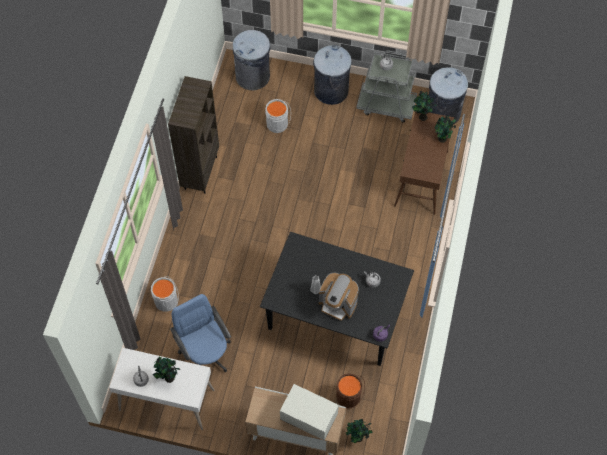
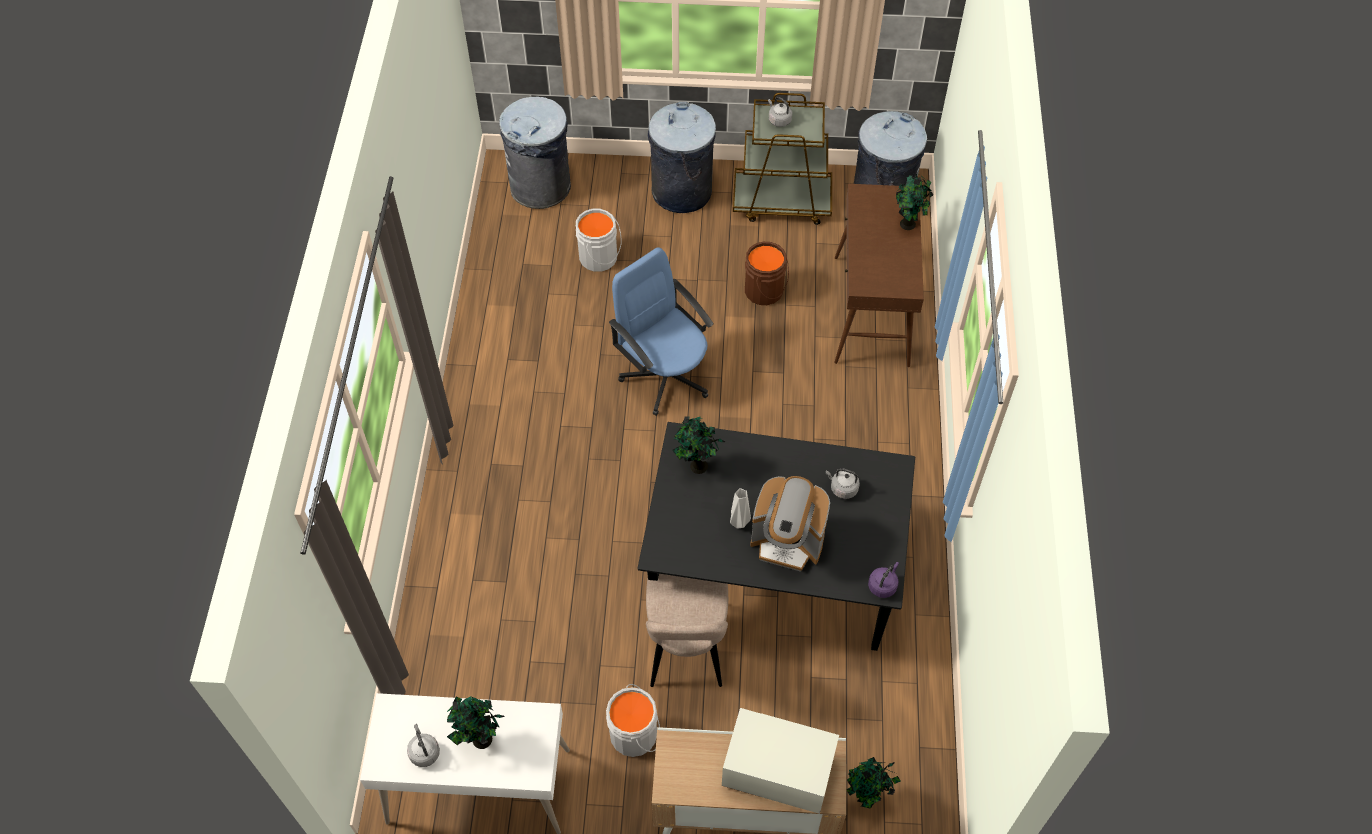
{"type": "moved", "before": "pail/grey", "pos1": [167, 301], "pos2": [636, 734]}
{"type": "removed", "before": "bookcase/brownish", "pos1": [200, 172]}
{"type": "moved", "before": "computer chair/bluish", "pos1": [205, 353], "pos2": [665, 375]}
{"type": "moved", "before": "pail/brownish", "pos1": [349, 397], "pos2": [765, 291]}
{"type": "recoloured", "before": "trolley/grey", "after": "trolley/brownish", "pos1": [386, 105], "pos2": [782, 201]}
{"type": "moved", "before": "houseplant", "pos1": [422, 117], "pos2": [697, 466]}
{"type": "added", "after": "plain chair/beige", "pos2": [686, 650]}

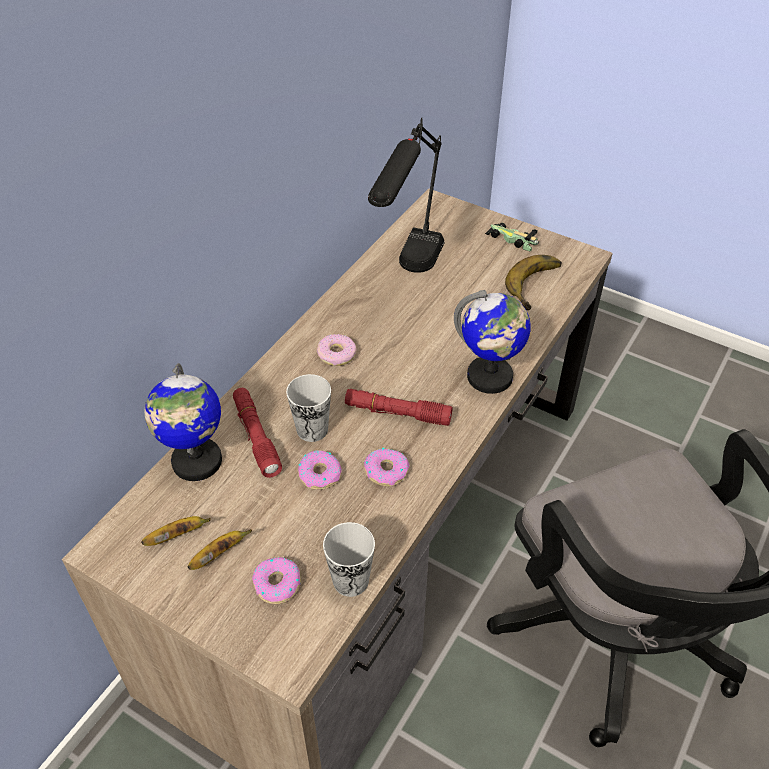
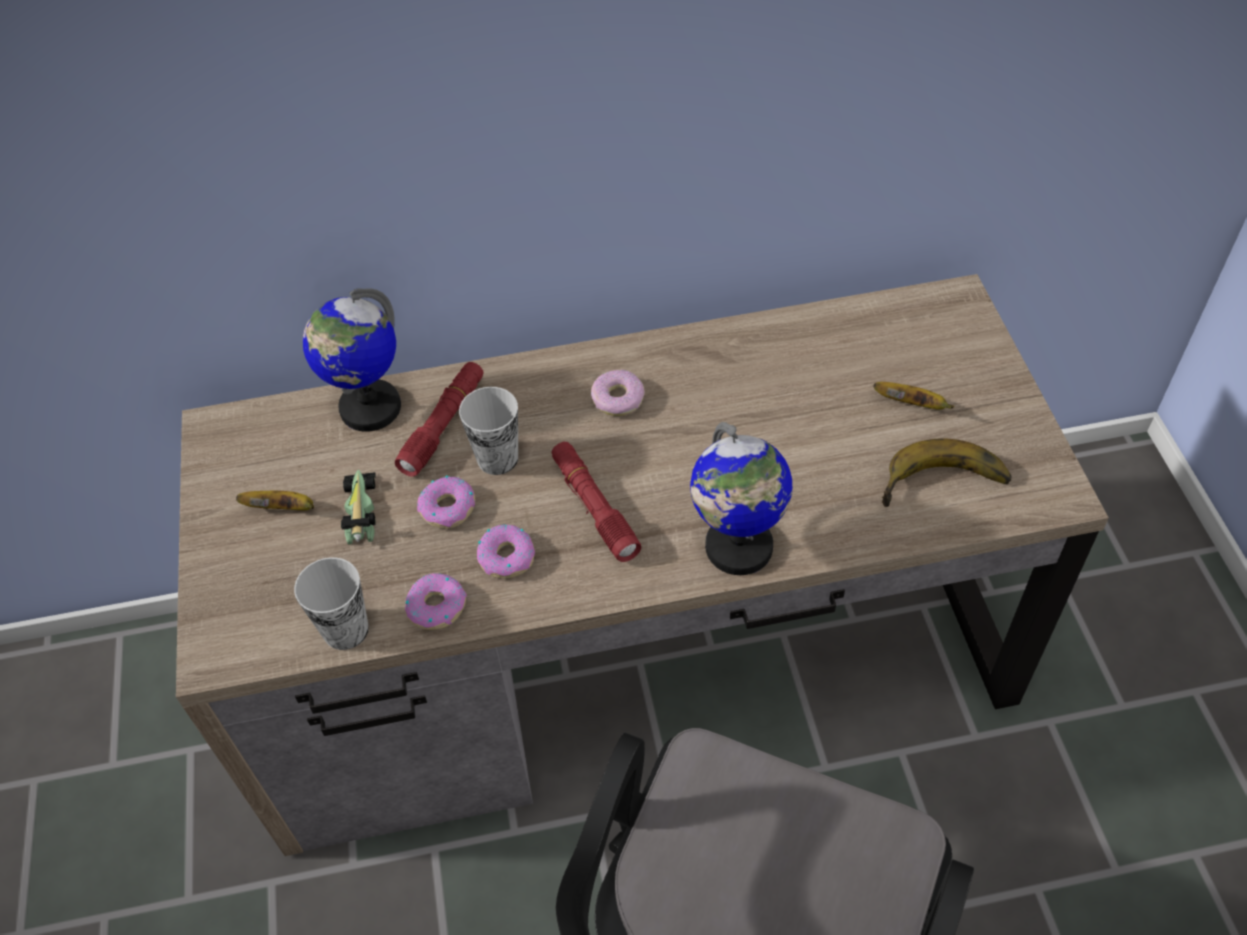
{"type": "moved", "before": "banana fruit", "pos1": [177, 536], "pos2": [911, 404]}
{"type": "moved", "before": "doughnut", "pos1": [277, 584], "pos2": [436, 606]}
{"type": "removed", "before": "table lamp/blackish", "pos1": [409, 277]}
{"type": "moved", "before": "model car", "pos1": [513, 239], "pos2": [360, 511]}

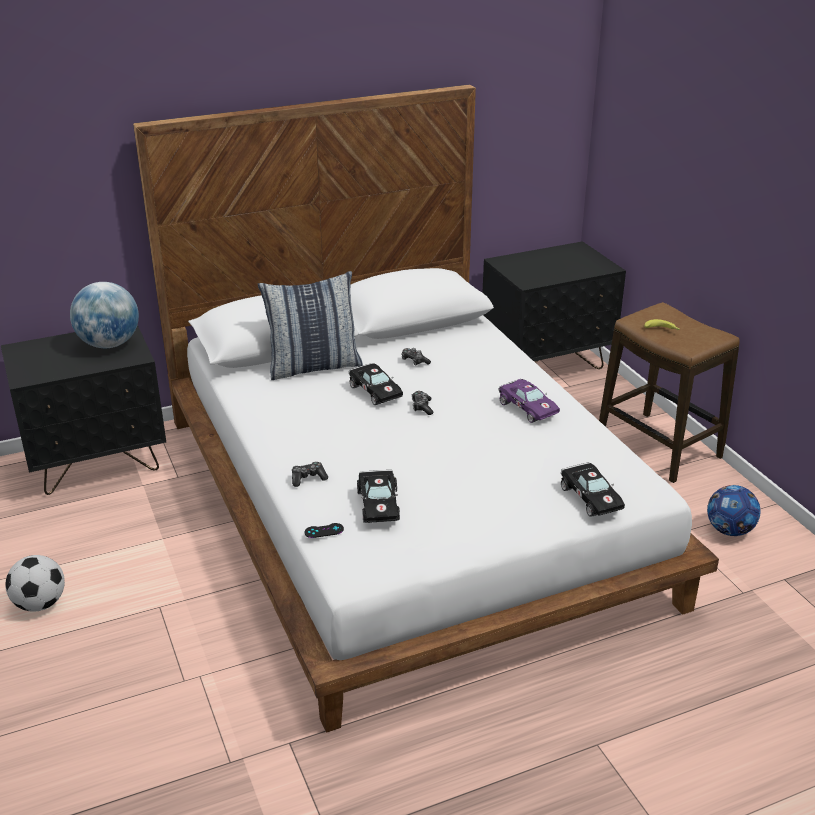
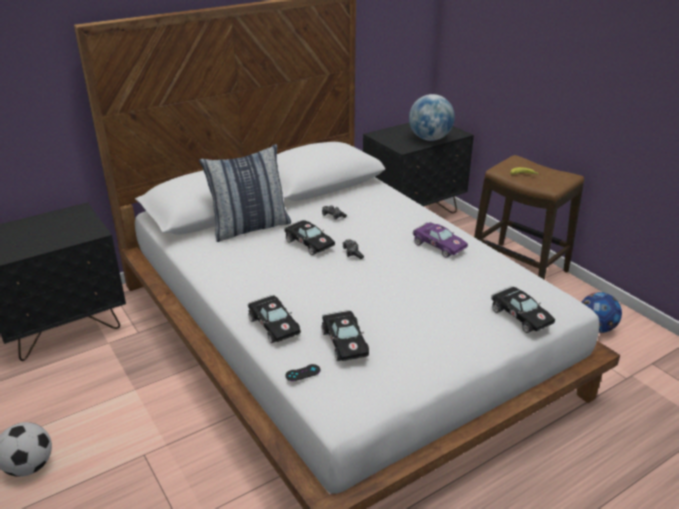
{"type": "moved", "before": "world globe", "pos1": [109, 344], "pos2": [430, 139]}
{"type": "replaced", "before": "game controller", "after": "model car/blackish", "pos1": [308, 478], "pos2": [273, 325]}

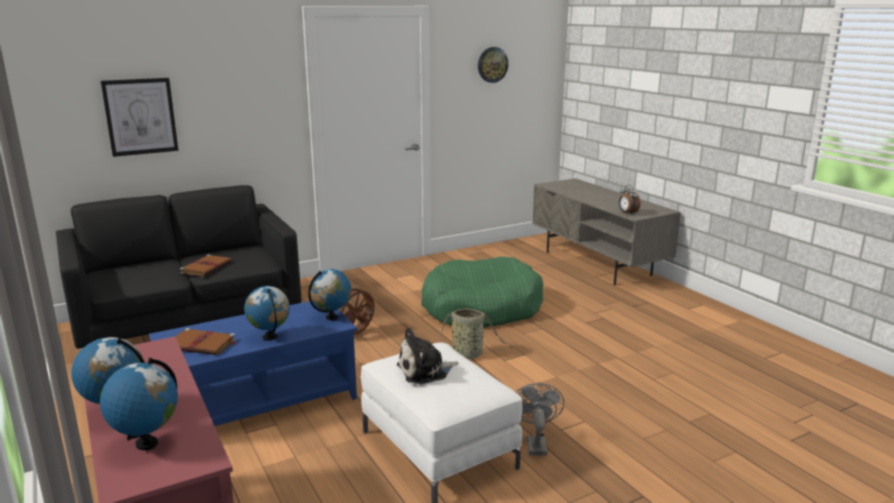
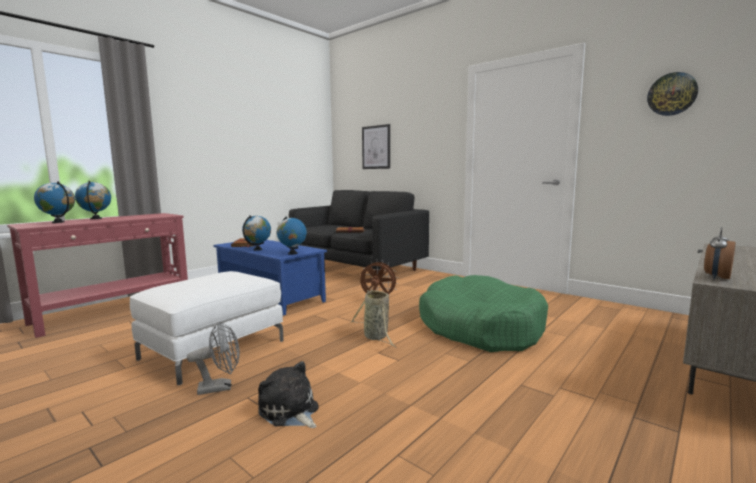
{"type": "moved", "before": "soft toy", "pos1": [425, 371], "pos2": [290, 411]}

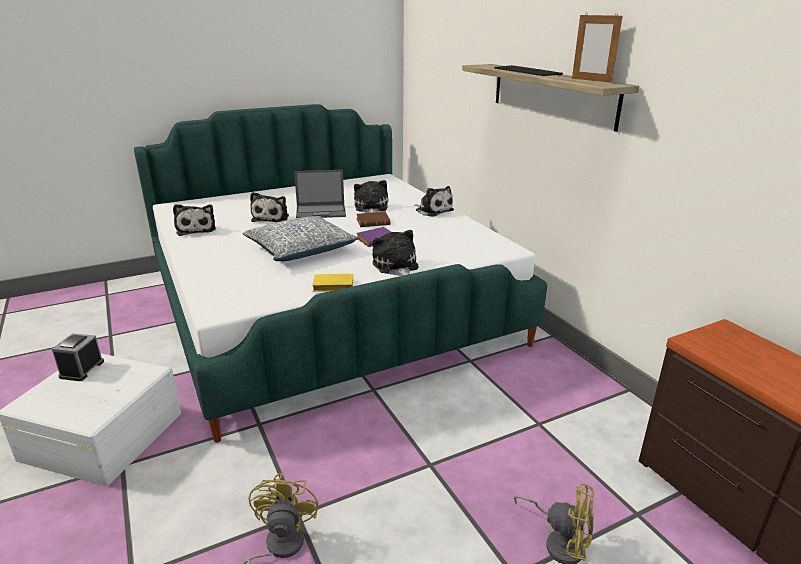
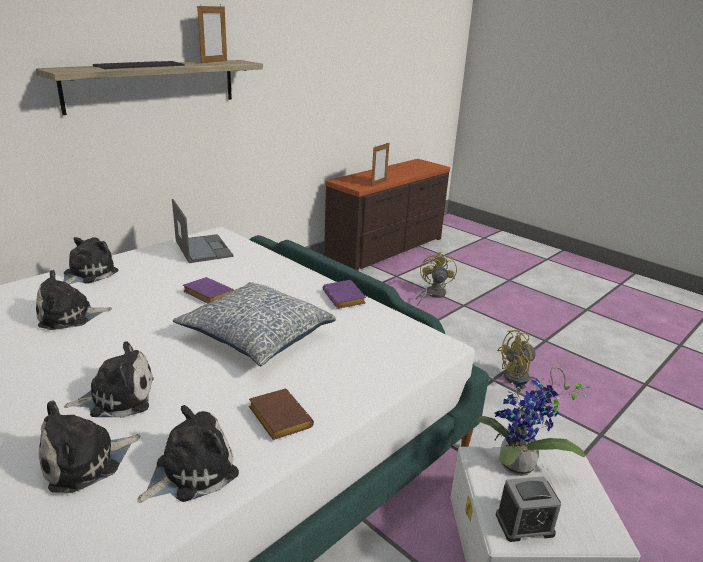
{"type": "moved", "before": "laptop", "pos1": [321, 211], "pos2": [203, 248]}
{"type": "recoloured", "before": "book/yellow", "after": "book/purple-coloured", "pos1": [332, 287], "pos2": [345, 298]}
{"type": "moved", "before": "book/brownish", "pos1": [374, 222], "pos2": [277, 418]}
{"type": "moved", "before": "soft toy", "pos1": [396, 266], "pos2": [86, 461]}
{"type": "added", "after": "picture frame", "pos2": [378, 183]}
{"type": "added", "after": "houseplant", "pos2": [517, 468]}

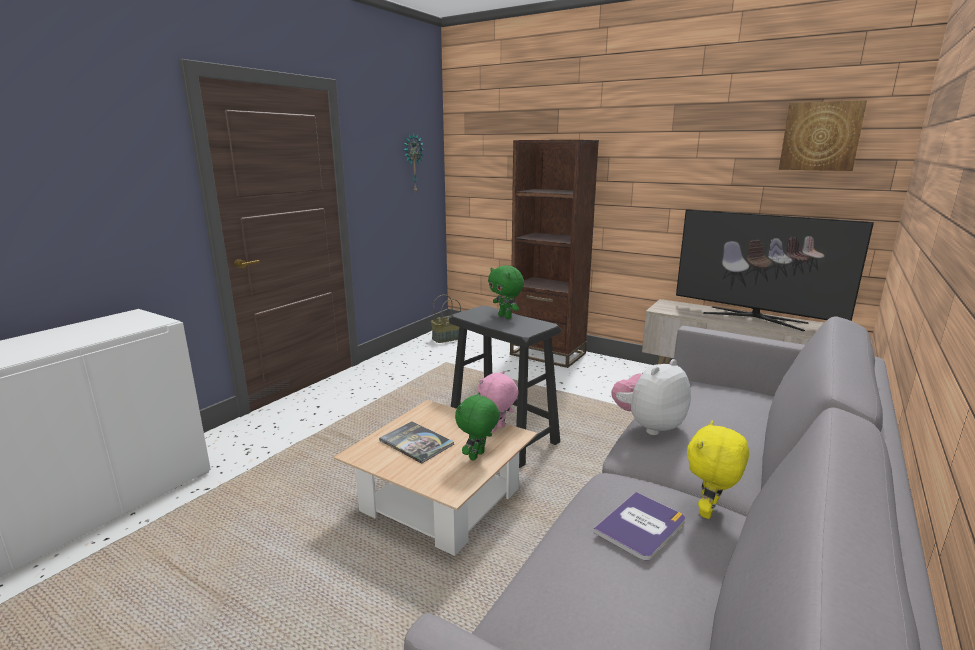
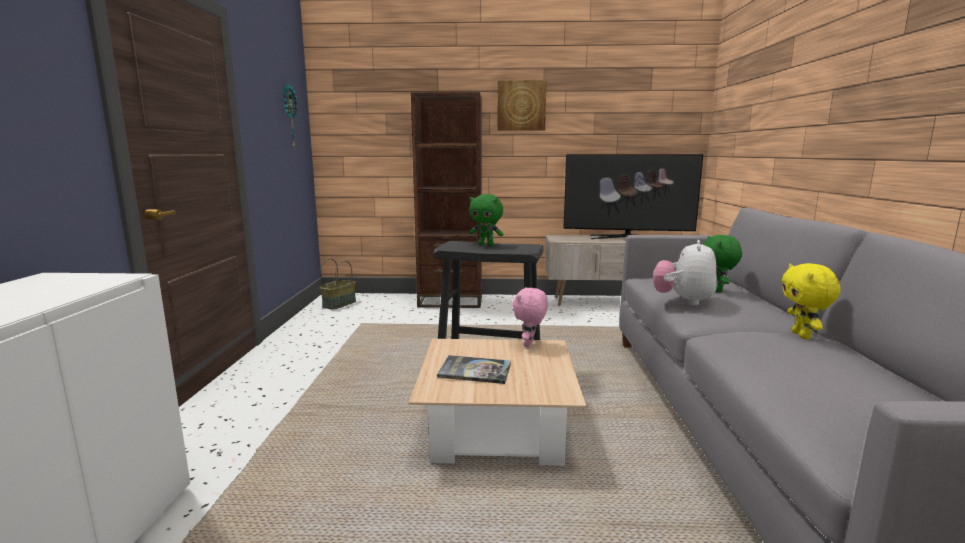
{"type": "moved", "before": "soft toy/greenish", "pos1": [477, 456], "pos2": [717, 290]}
{"type": "removed", "before": "book", "pos1": [640, 526]}
{"type": "moved", "before": "wall art", "pos1": [820, 136], "pos2": [521, 105]}

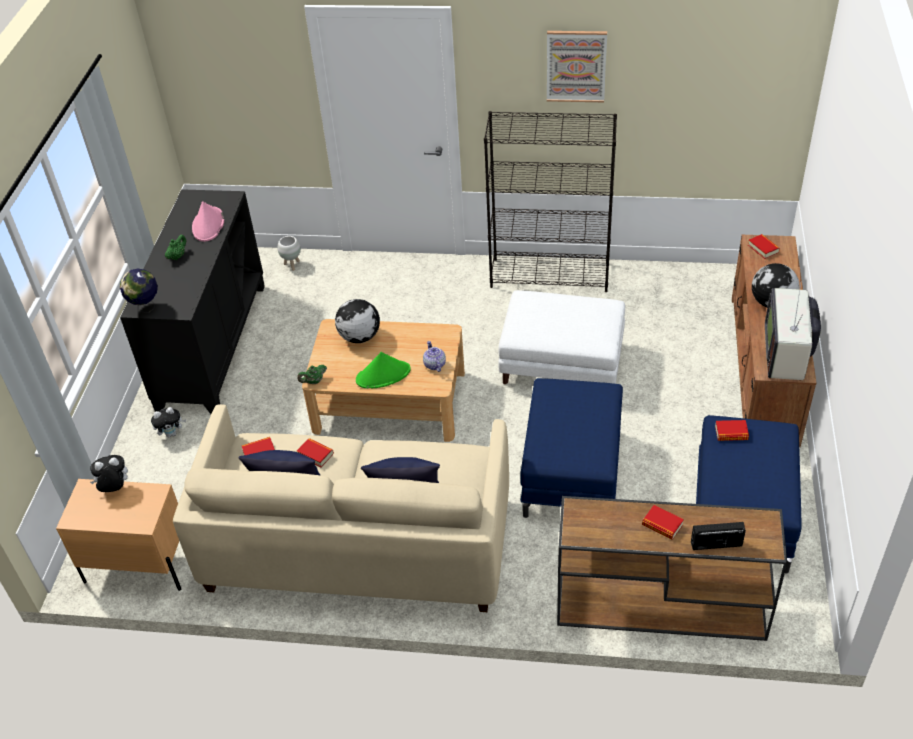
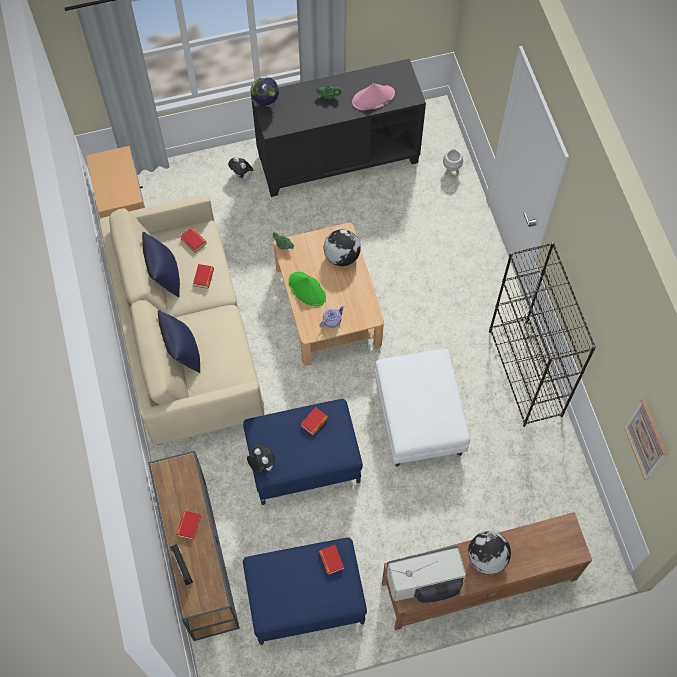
{"type": "moved", "before": "soft toy", "pos1": [115, 488], "pos2": [261, 465]}
{"type": "moved", "before": "wall art", "pos1": [576, 66], "pos2": [646, 439]}
{"type": "moved", "before": "book", "pos1": [763, 249], "pos2": [314, 422]}

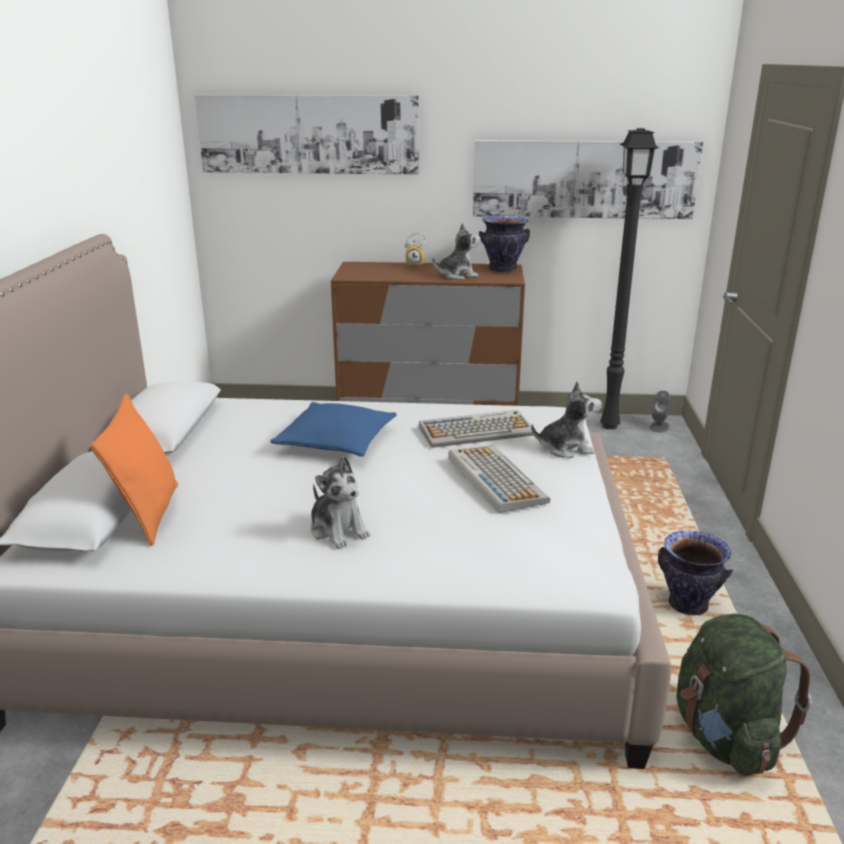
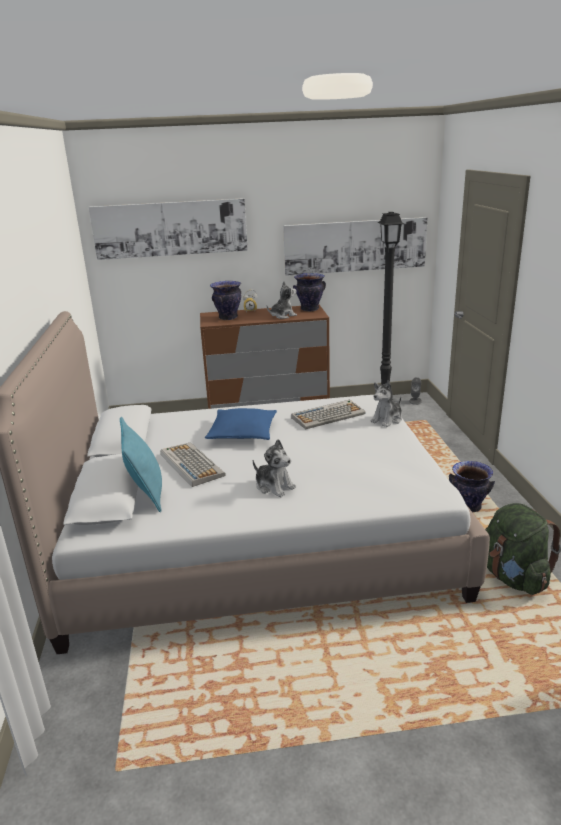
{"type": "recoloured", "before": "cushion/orange", "after": "cushion/turquoise-coloured", "pos1": [148, 514], "pos2": [146, 493]}
{"type": "moved", "before": "computer keyboard", "pos1": [495, 479], "pos2": [190, 464]}
{"type": "turned", "before": "soft toy", "pos1": [565, 448], "pos2": [387, 419], "turn": 150}
{"type": "added", "after": "vase", "pos2": [228, 318]}

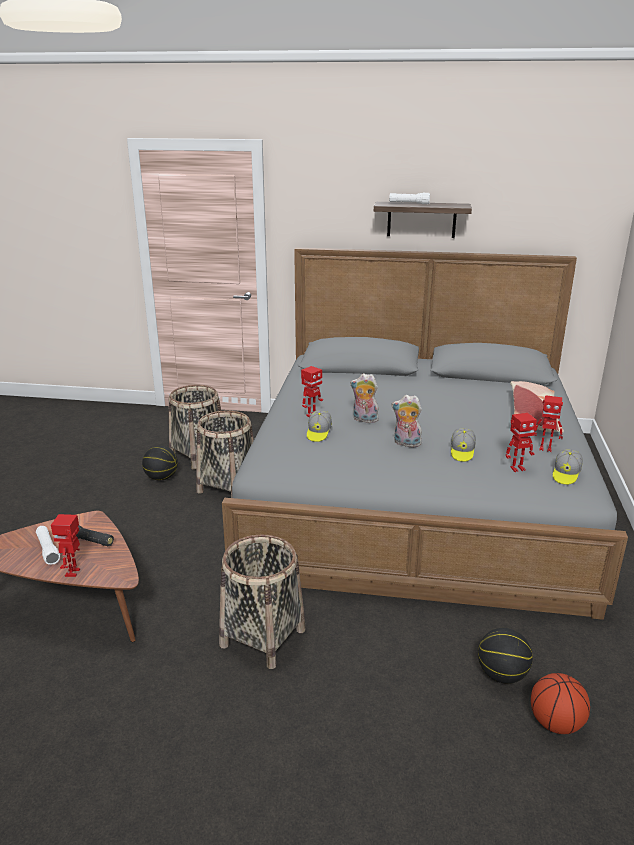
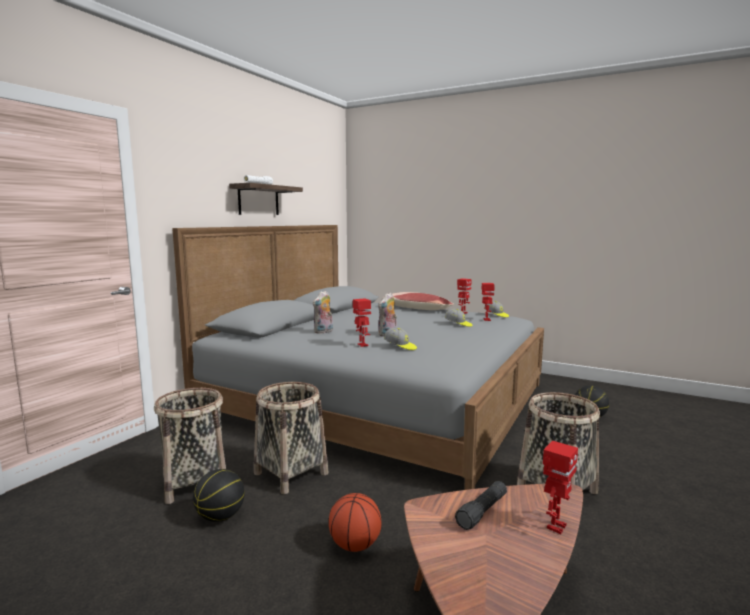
{"type": "removed", "before": "flashlight/whitish", "pos1": [48, 550]}
{"type": "turned", "before": "robot figure", "pos1": [73, 572], "pos2": [555, 526], "turn": -75}
{"type": "moved", "before": "soft toy", "pos1": [406, 444], "pos2": [324, 332]}
{"type": "moved", "before": "ball for basketball", "pos1": [555, 723], "pos2": [355, 545]}

